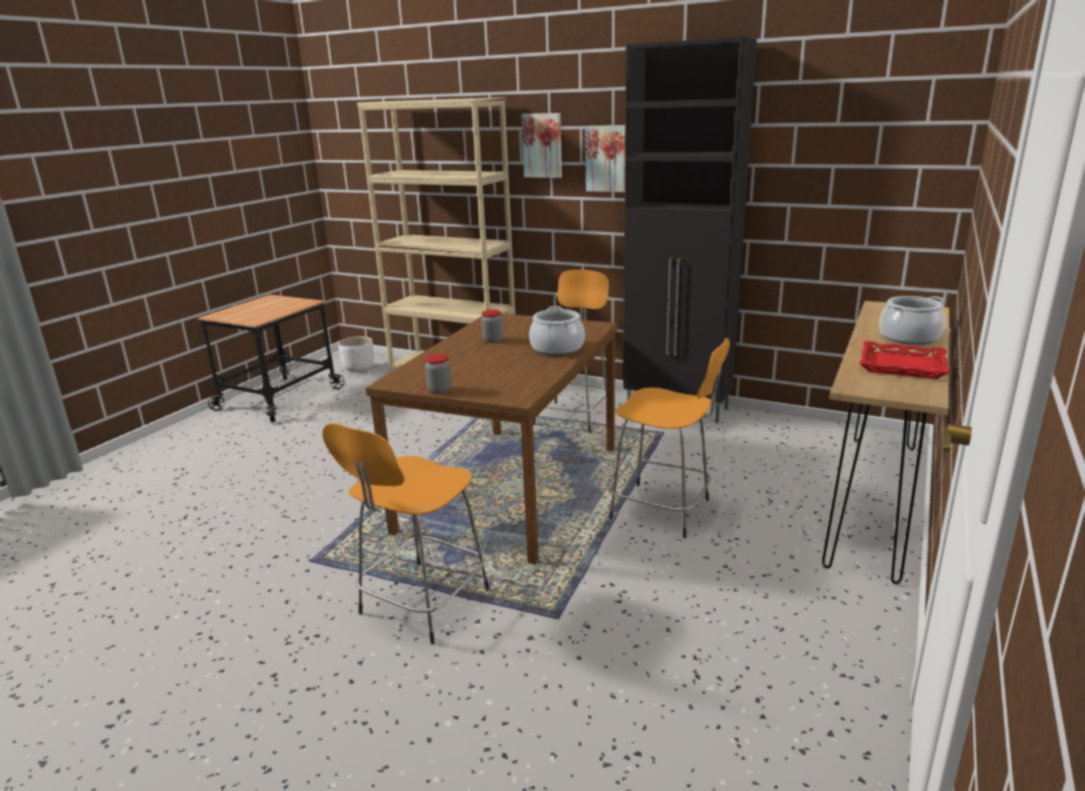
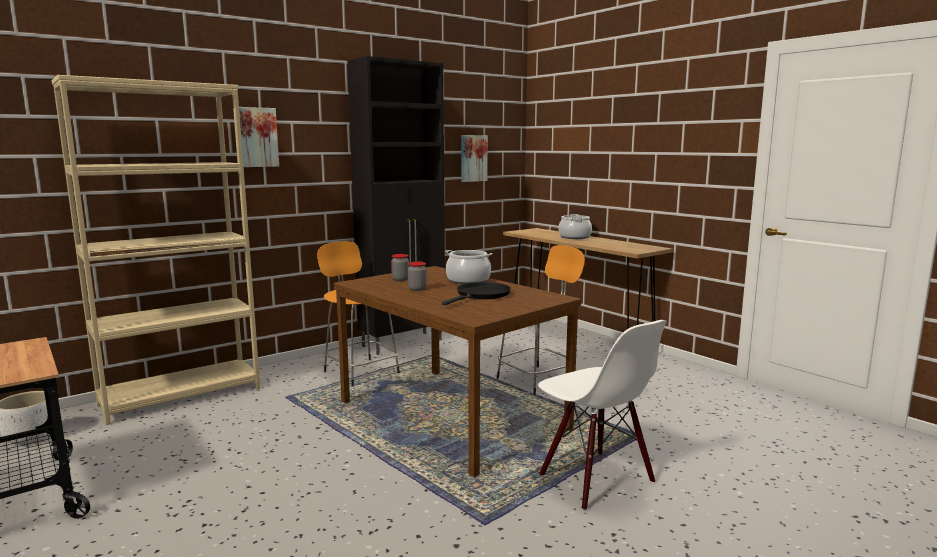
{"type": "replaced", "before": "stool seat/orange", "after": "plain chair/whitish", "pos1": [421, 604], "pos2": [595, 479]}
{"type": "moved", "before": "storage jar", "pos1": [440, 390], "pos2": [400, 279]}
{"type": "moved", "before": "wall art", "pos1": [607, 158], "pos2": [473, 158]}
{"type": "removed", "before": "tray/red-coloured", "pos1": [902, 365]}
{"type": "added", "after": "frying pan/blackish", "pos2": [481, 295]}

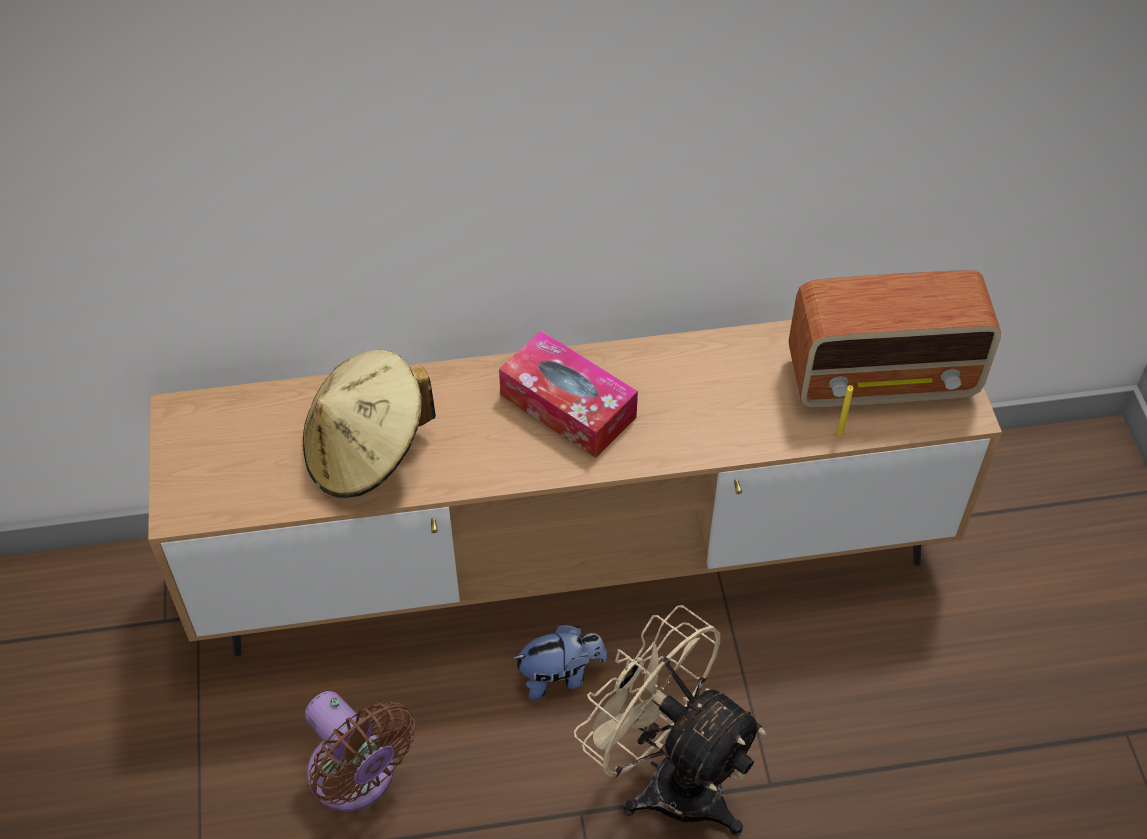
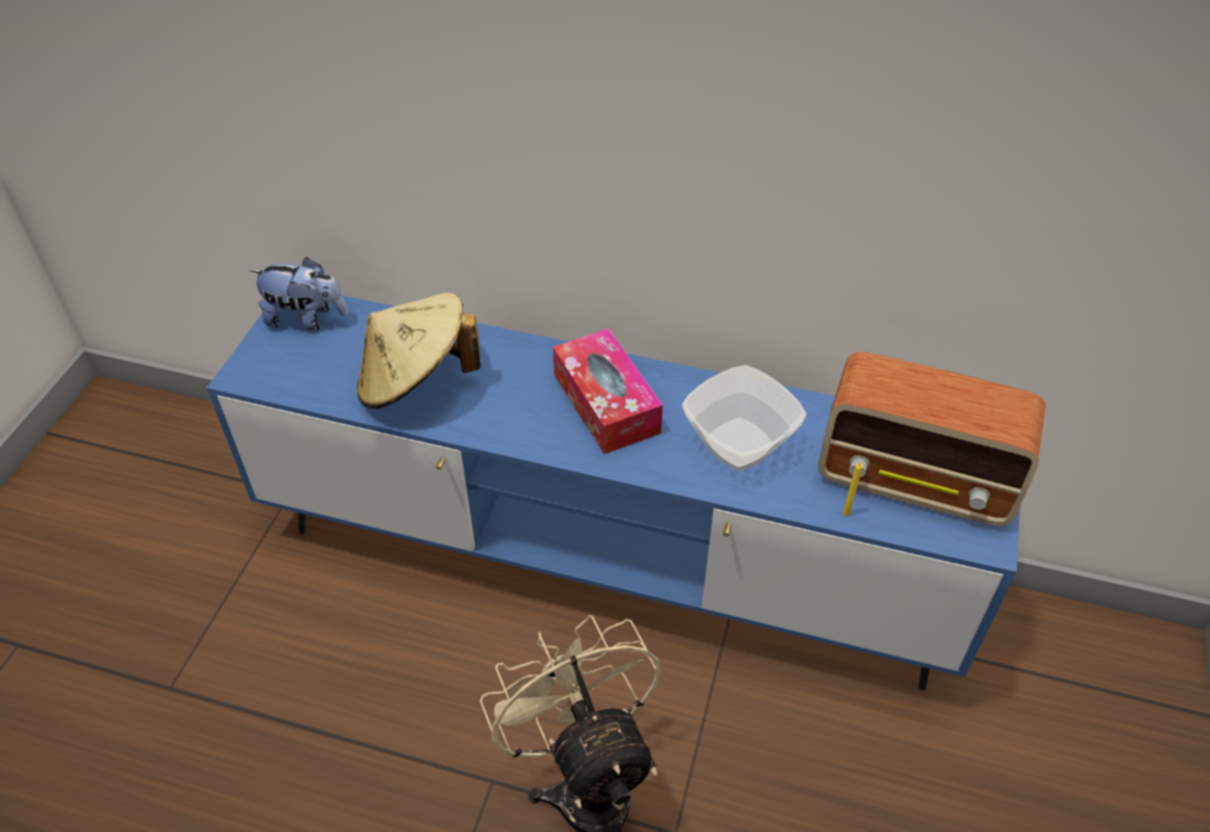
{"type": "recoloured", "before": "media console/brownish", "after": "media console/bluish", "pos1": [572, 561], "pos2": [606, 563]}
{"type": "removed", "before": "cooling fan/brownish", "pos1": [357, 778]}
{"type": "moved", "before": "soft toy", "pos1": [560, 676], "pos2": [306, 319]}
{"type": "added", "after": "deep dish", "pos2": [741, 444]}

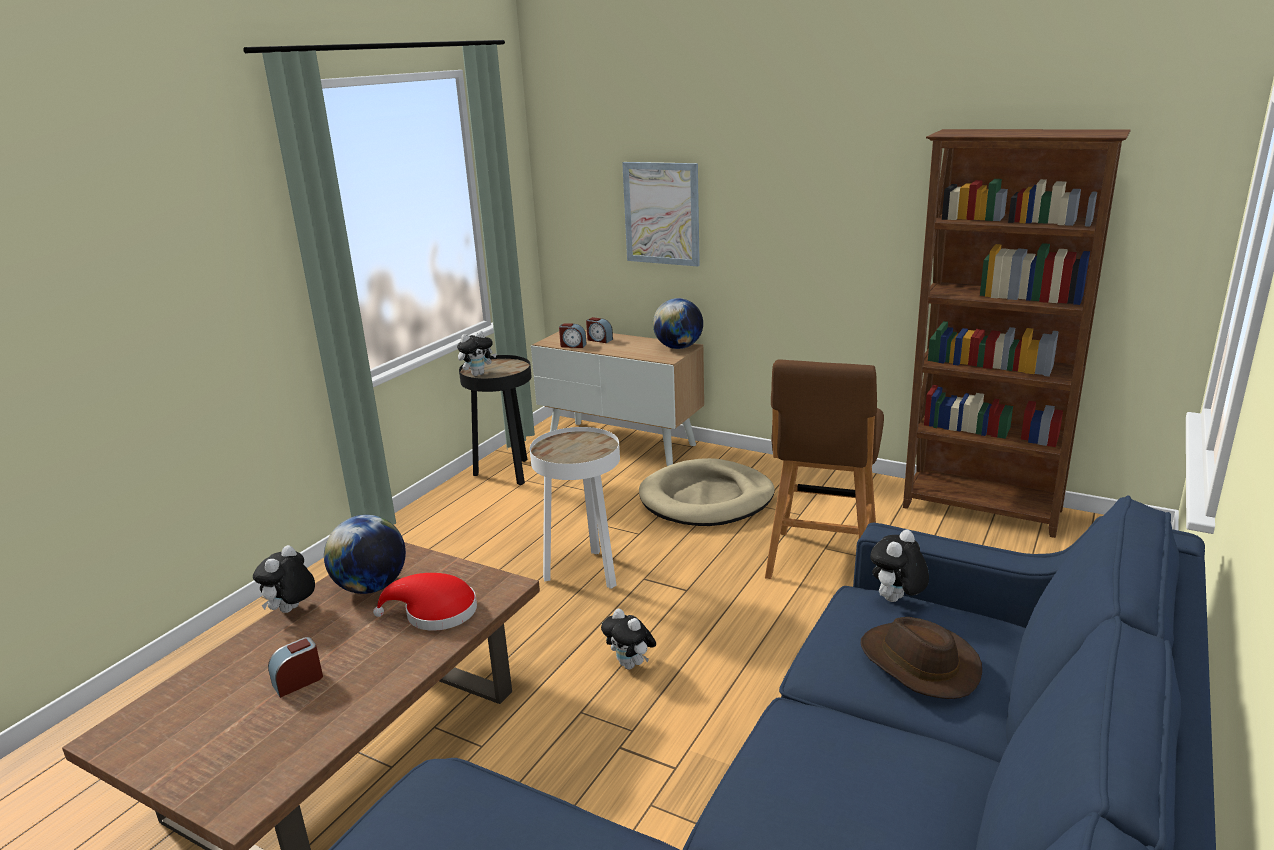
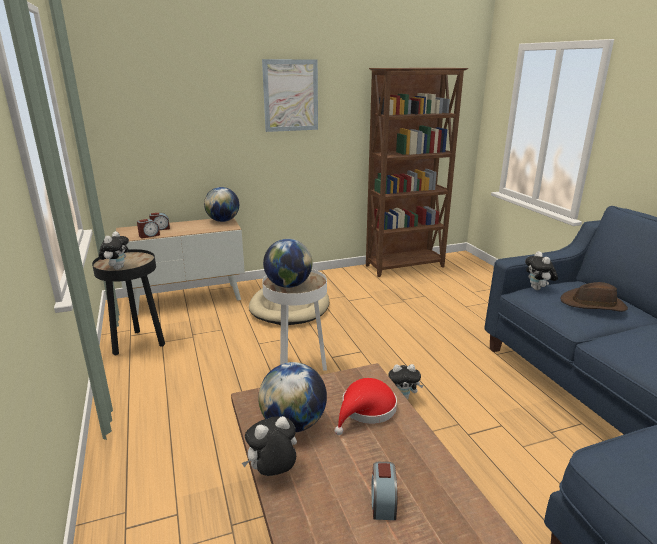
{"type": "turned", "before": "soft toy", "pos1": [291, 611], "pos2": [273, 473], "turn": 90}
{"type": "moved", "before": "wall art", "pos1": [661, 213], "pos2": [290, 95]}
{"type": "removed", "before": "stool seat/brownish", "pos1": [821, 563]}
{"type": "added", "after": "world globe", "pos2": [288, 285]}

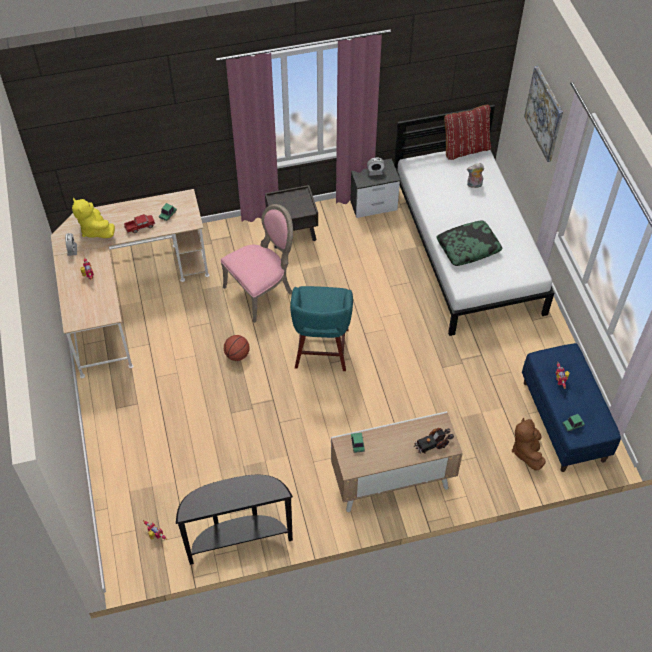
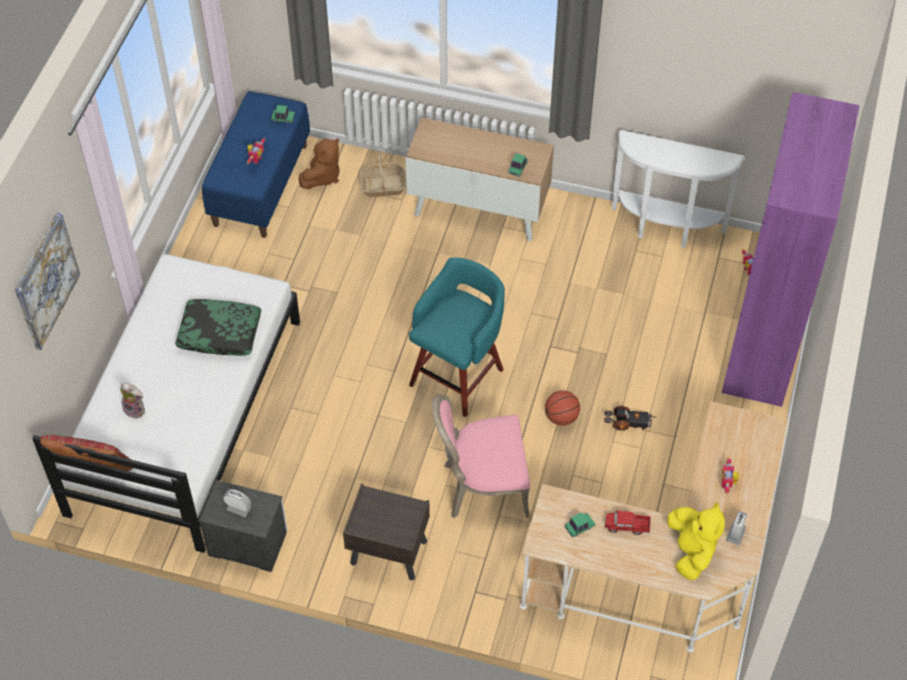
{"type": "recoloured", "before": "narrow table/blackish", "after": "narrow table/whitish", "pos1": [238, 540], "pos2": [666, 230]}
{"type": "moved", "before": "toy truck", "pos1": [432, 443], "pos2": [628, 423]}
{"type": "added", "after": "basket", "pos2": [383, 186]}
{"type": "added", "after": "bookcase/purple-coloured", "pos2": [763, 346]}

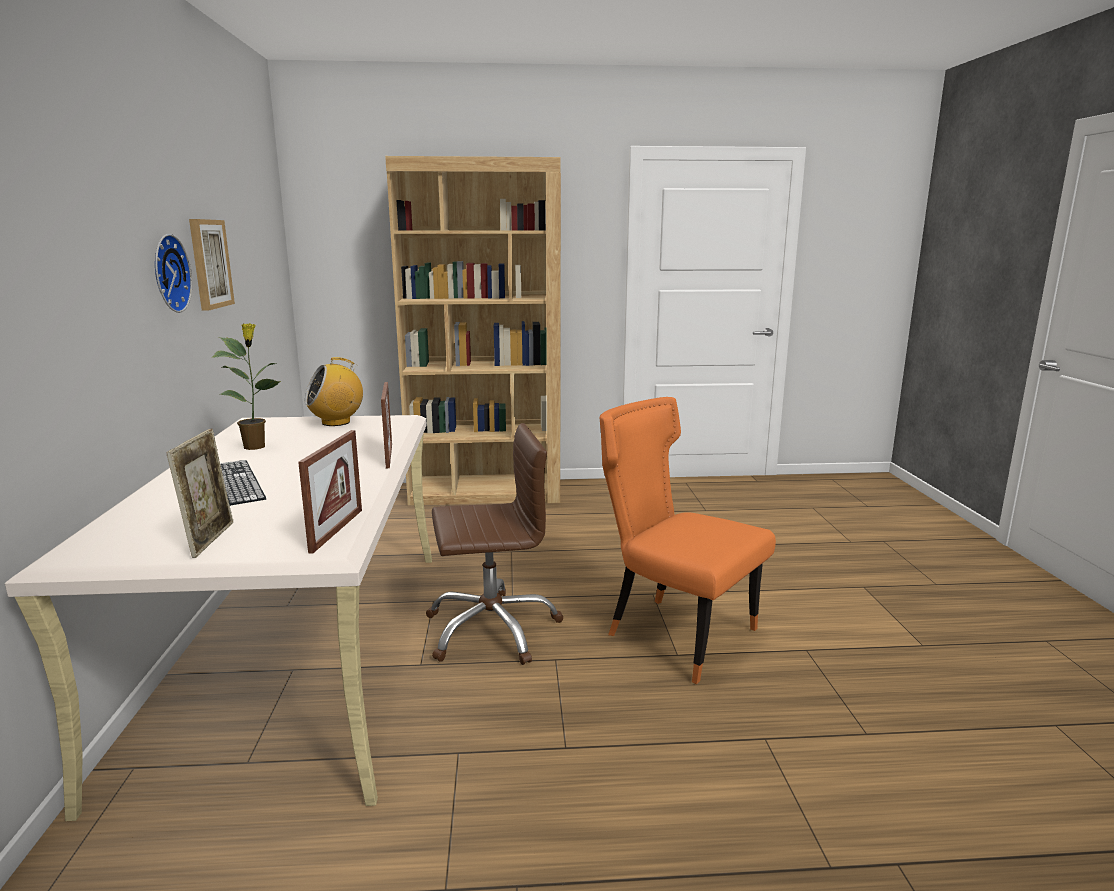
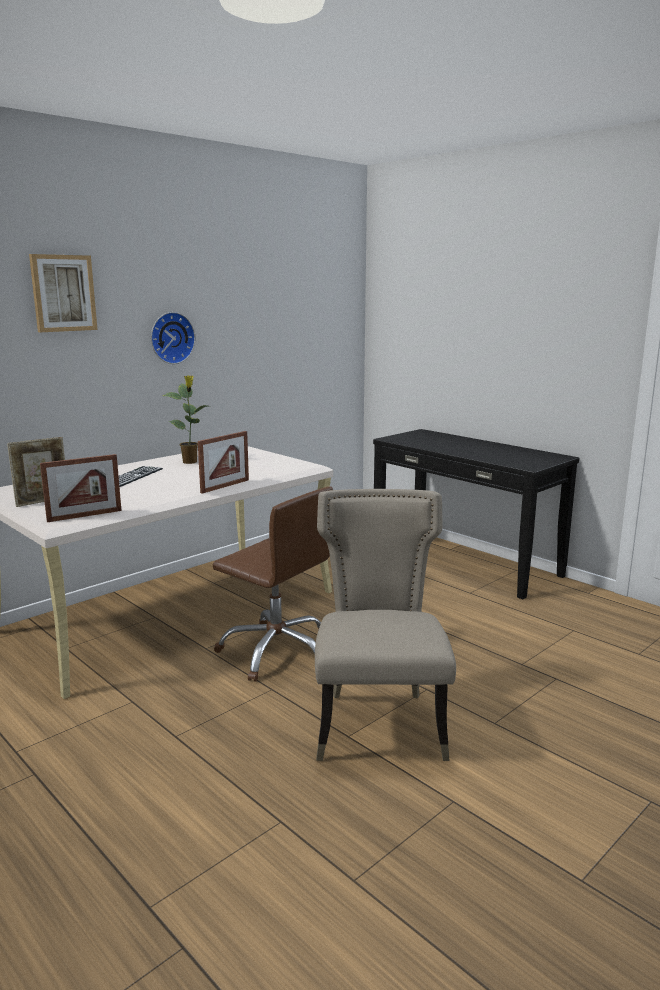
{"type": "moved", "before": "wall art", "pos1": [209, 264], "pos2": [63, 293]}
{"type": "removed", "before": "radio", "pos1": [336, 422]}
{"type": "replaced", "before": "bookcase/brownish", "after": "narrow table/blackish", "pos1": [486, 492], "pos2": [464, 561]}
{"type": "recoloured", "before": "plain chair/orange", "after": "plain chair/beige", "pos1": [675, 633], "pos2": [379, 723]}

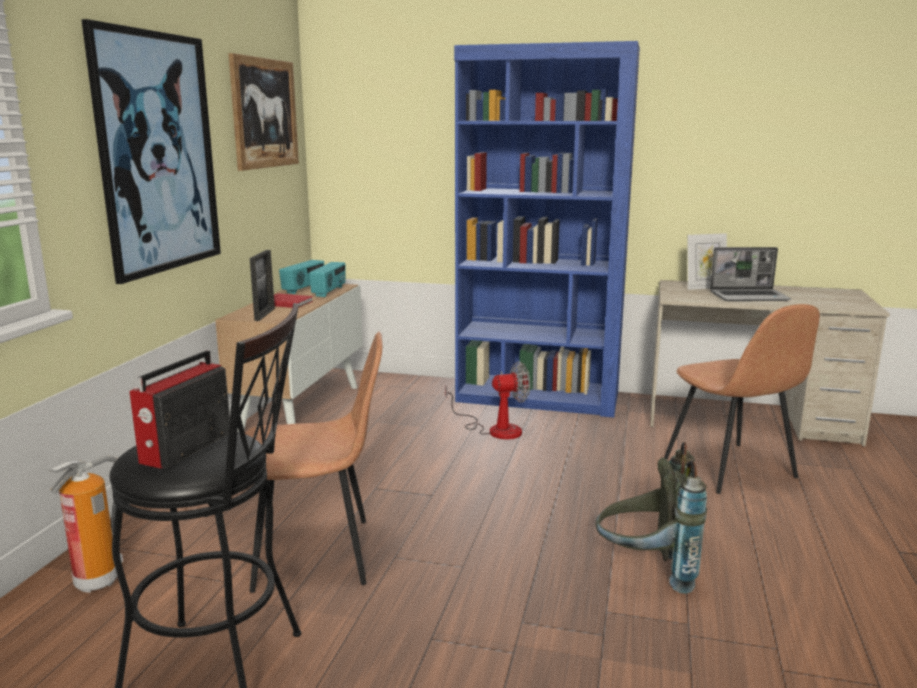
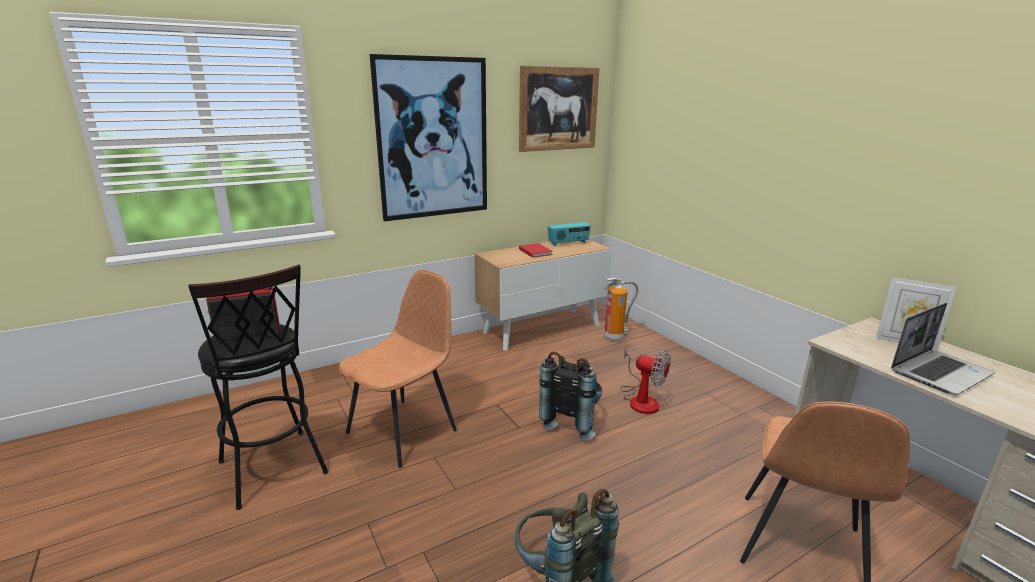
{"type": "moved", "before": "fire-fighting cylinder", "pos1": [99, 581], "pos2": [614, 337]}
{"type": "turned", "before": "plain chair/brownish", "pos1": [317, 554], "pos2": [404, 430], "turn": -90}
{"type": "removed", "before": "picture frame", "pos1": [264, 314]}
{"type": "removed", "before": "radio", "pos1": [329, 292]}
{"type": "removed", "before": "bookcase/bluish", "pos1": [538, 398]}
{"type": "turned", "before": "laptop", "pos1": [749, 297], "pos2": [939, 372], "turn": -75}
{"type": "added", "after": "knapsack/blackish", "pos2": [571, 421]}

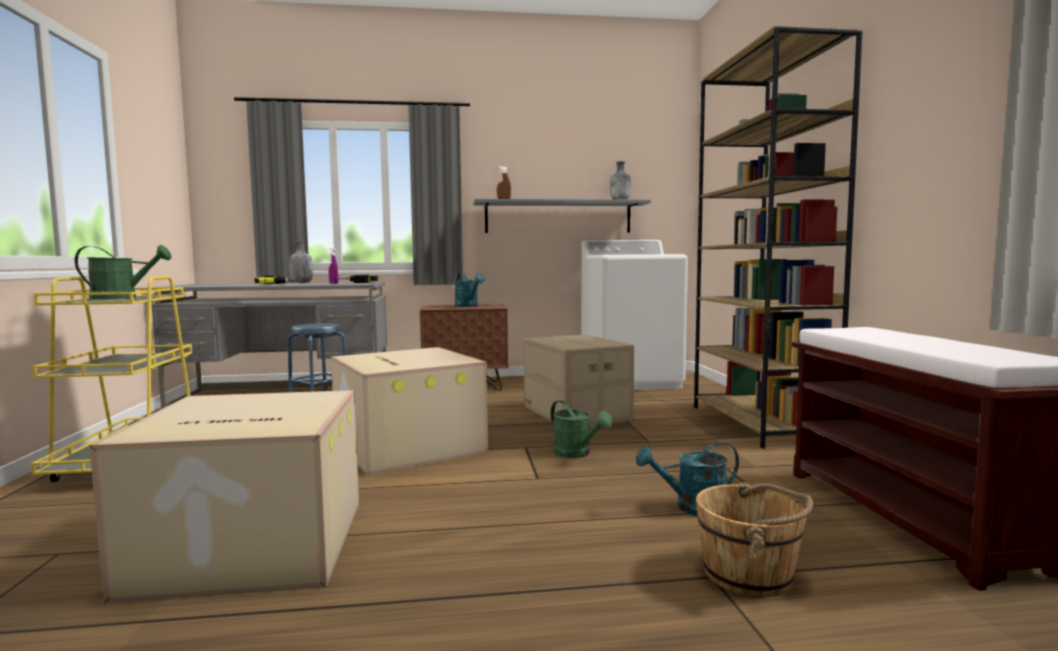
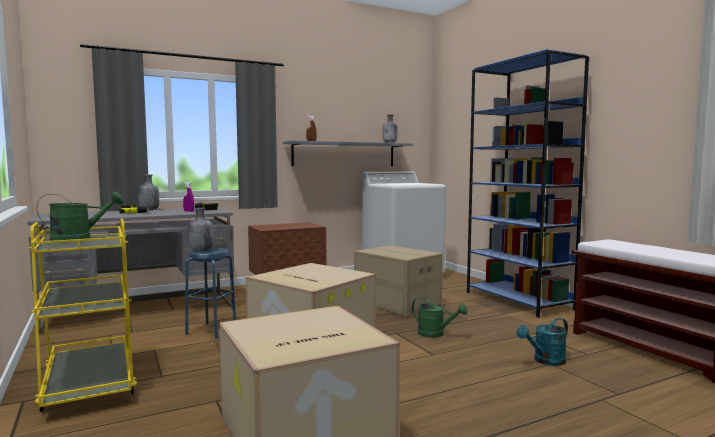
{"type": "removed", "before": "watering pot/turquoise-coloured", "pos1": [469, 306]}
{"type": "recoloured", "before": "bookcase/brownish", "after": "bookcase/bluish", "pos1": [761, 424], "pos2": [519, 301]}
{"type": "removed", "before": "pail/brownish", "pos1": [749, 574]}
{"type": "added", "after": "bottle/grey", "pos2": [201, 250]}

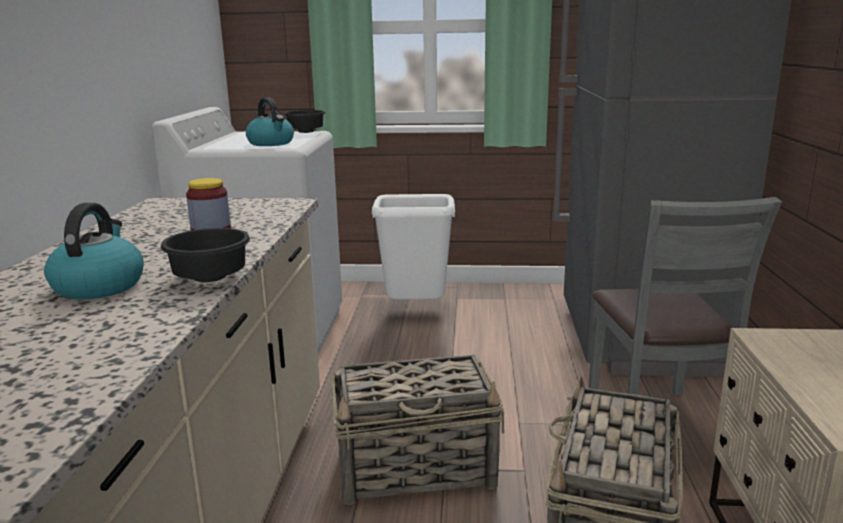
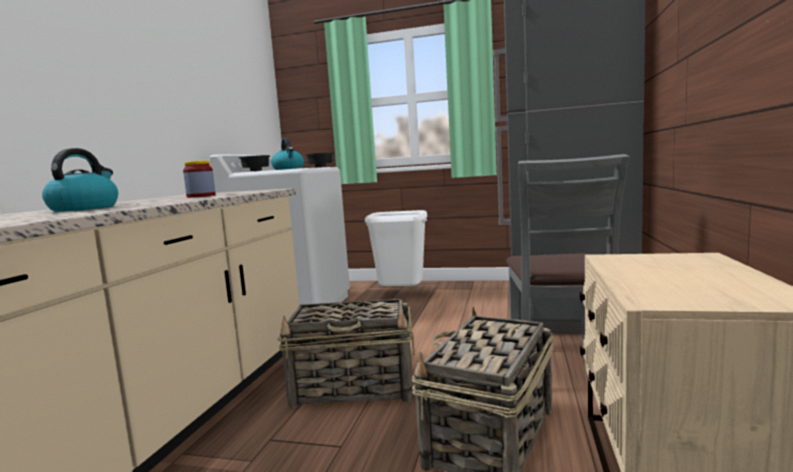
{"type": "moved", "before": "deep dish/blackish", "pos1": [210, 277], "pos2": [256, 171]}

